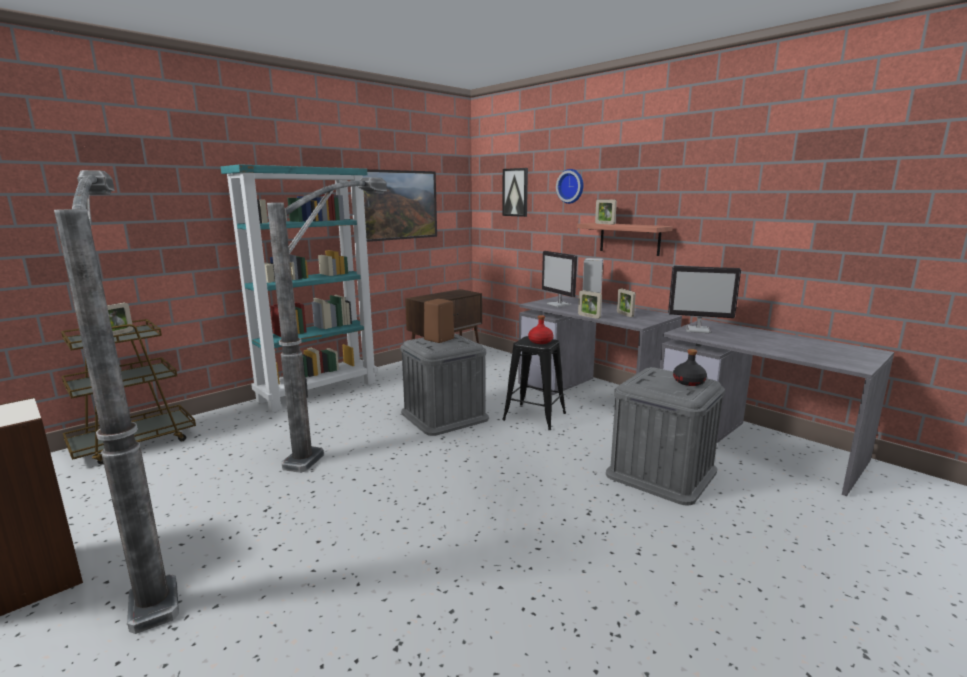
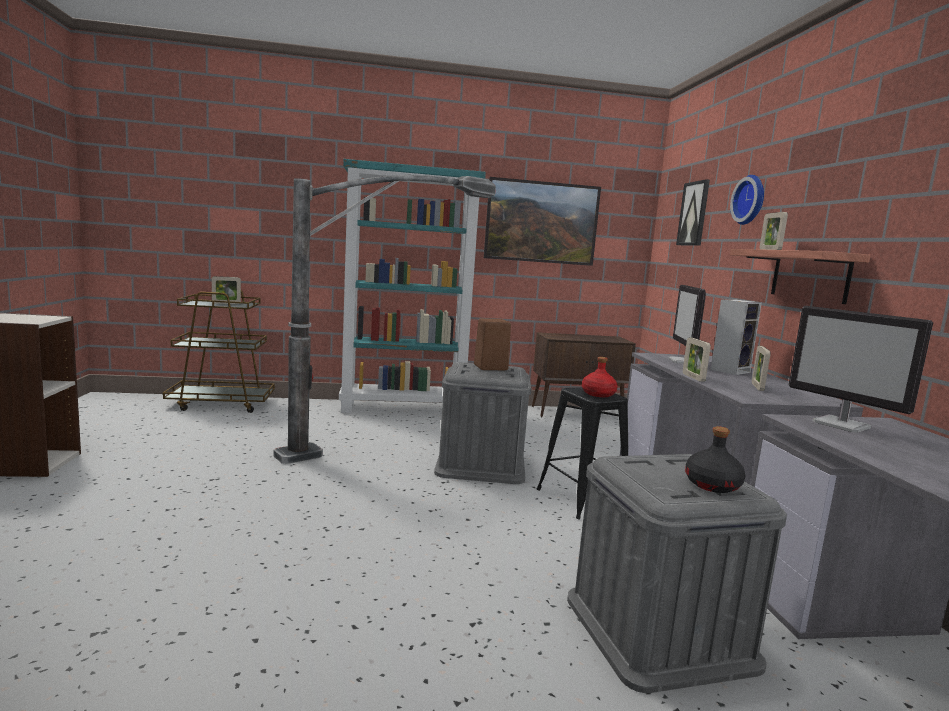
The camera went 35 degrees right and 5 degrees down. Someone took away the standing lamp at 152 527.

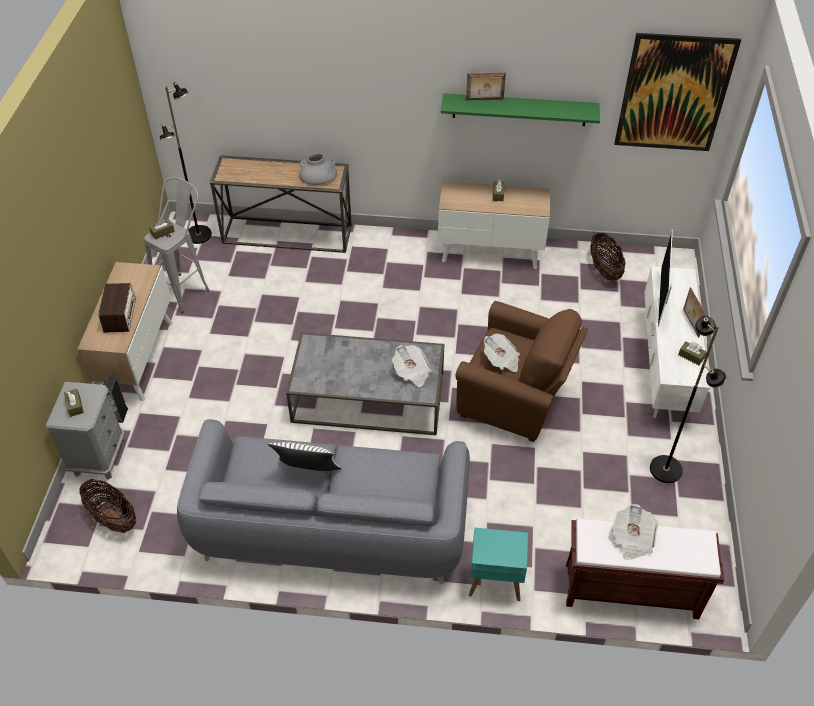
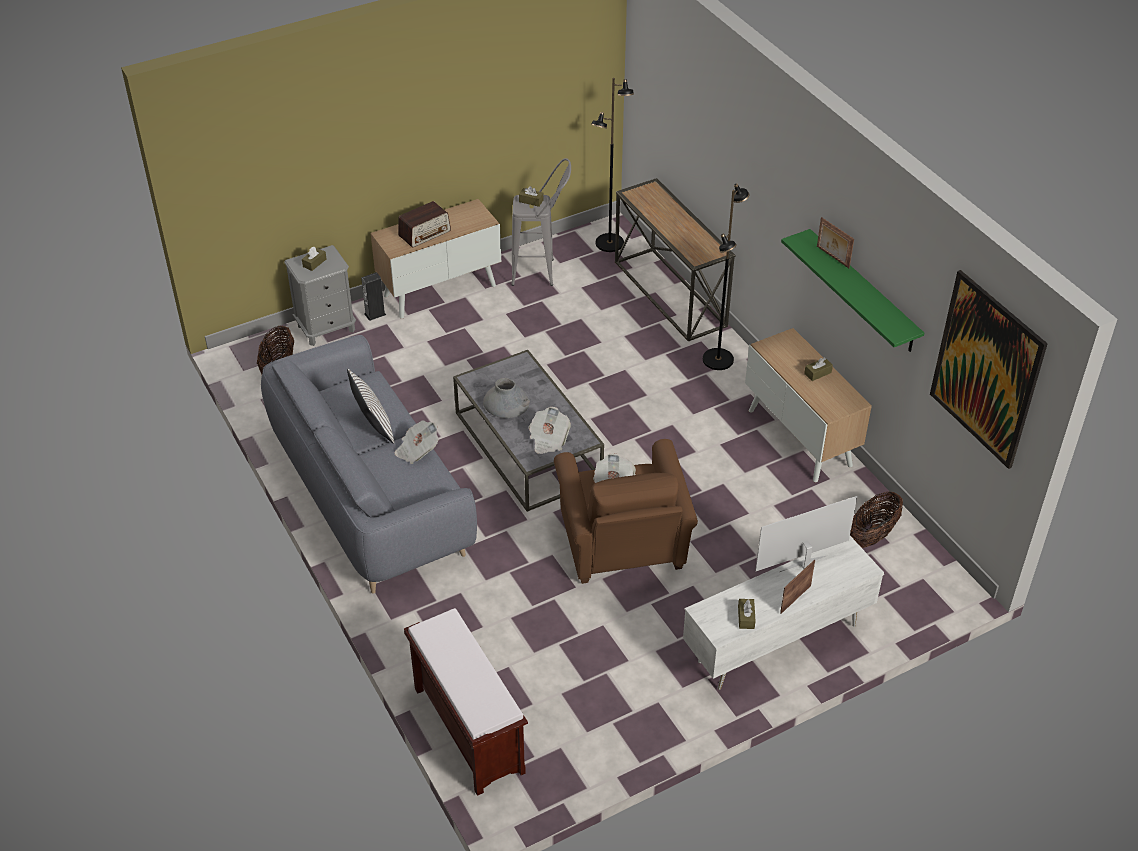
The camera went 55 degrees right and 5 degrees down. Someone took away the blue-green end table at 494 582. Someone carried the greyish decorative vase from 318 174 to 506 404. Someone carried the daily paper from 632 539 to 417 450. Someone carried the black-coloured standing lamp from 666 469 to 718 360.

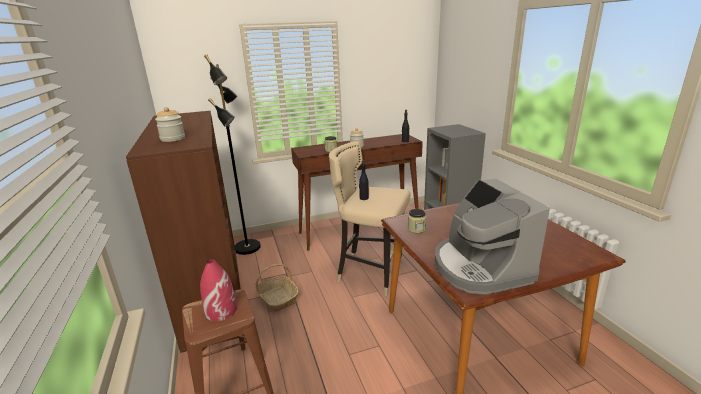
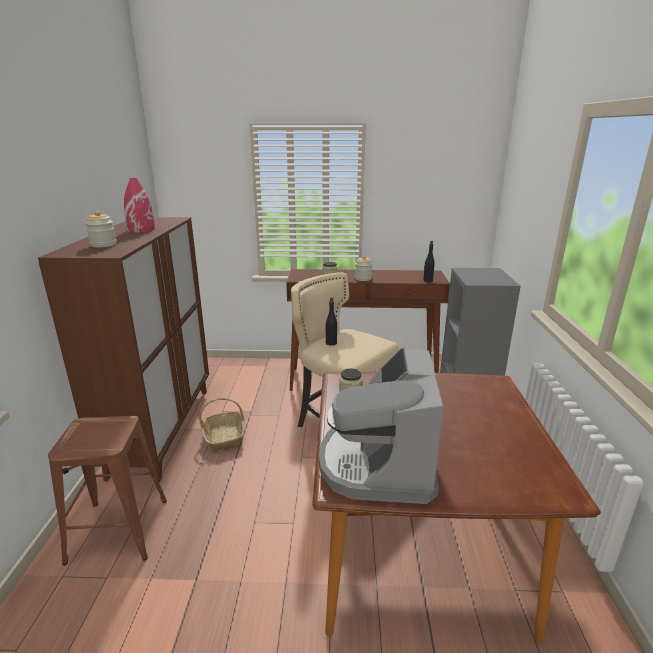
The camera went 20 degrees right and 0 degrees up. Someone took away the black-coloured standing lamp at 248 247. Someone carried the reddish decorative vase from 221 311 to 141 230.

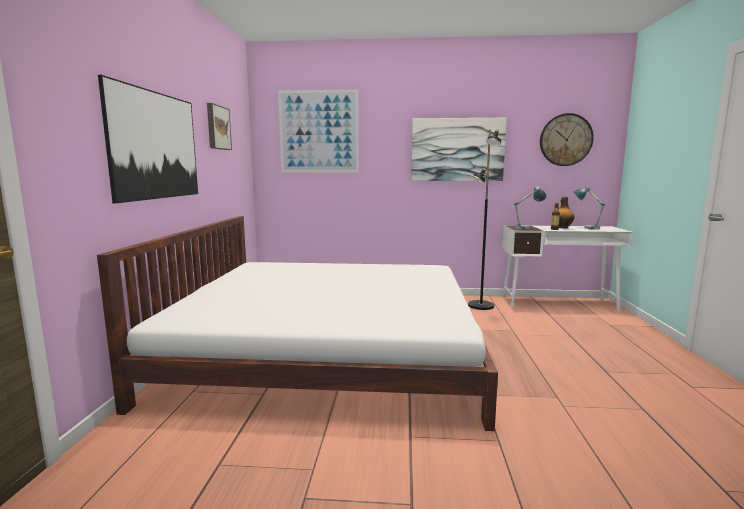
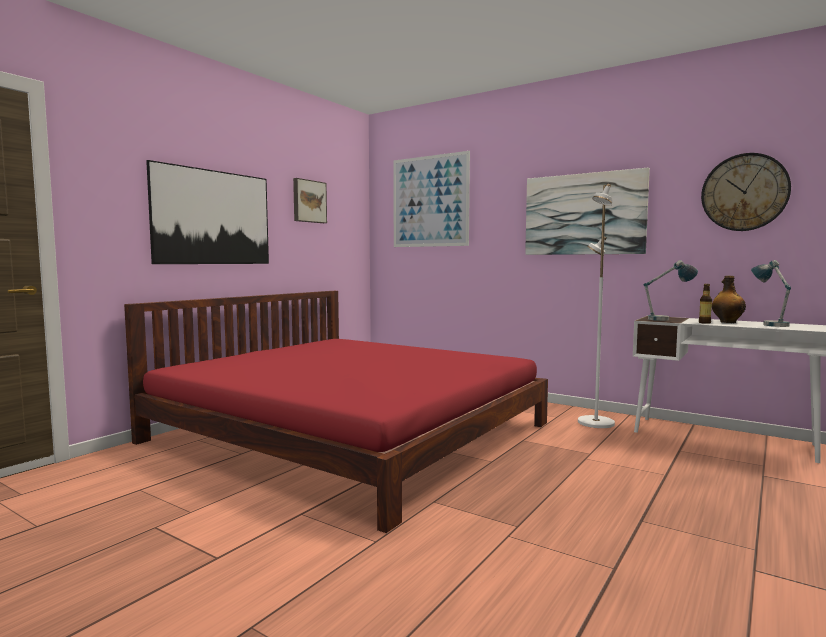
The camera went 30 degrees right and 5 degrees down. Someone repainted the white-coloured bed at 329 349, which became the reddish bed at 350 432. Someone repainted the black-coloured standing lamp at 480 306, which became the white-coloured standing lamp at 595 423.

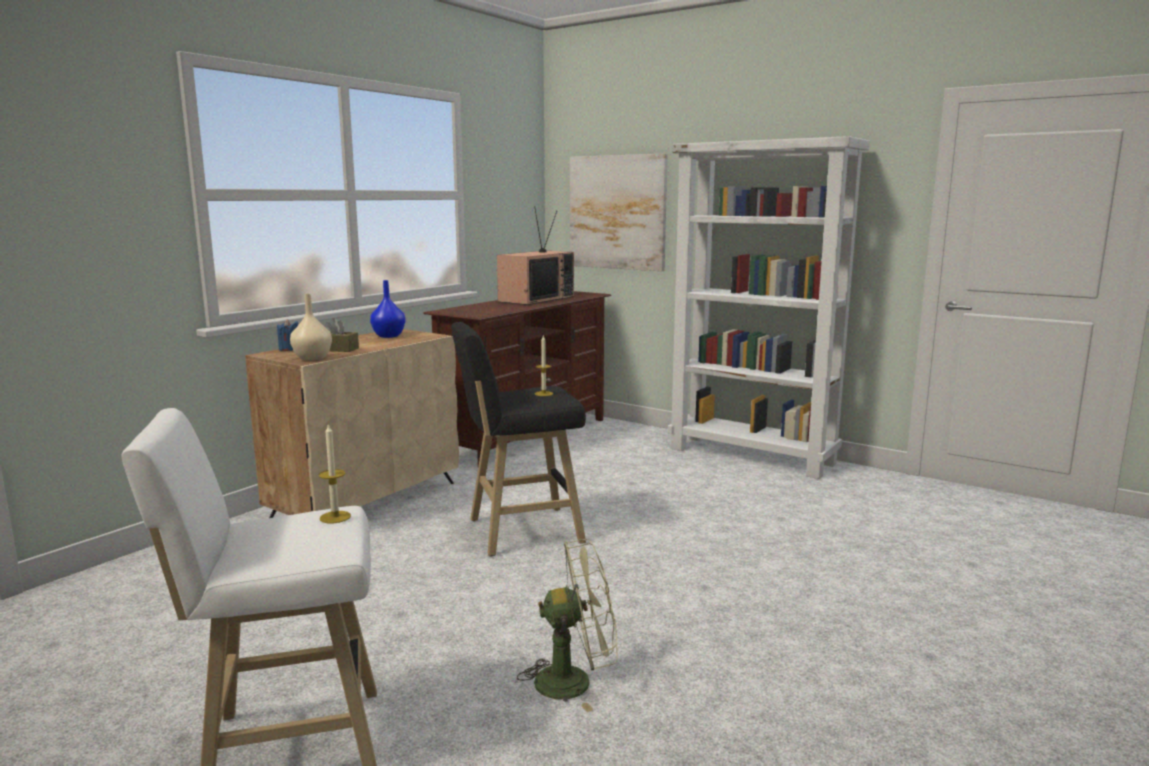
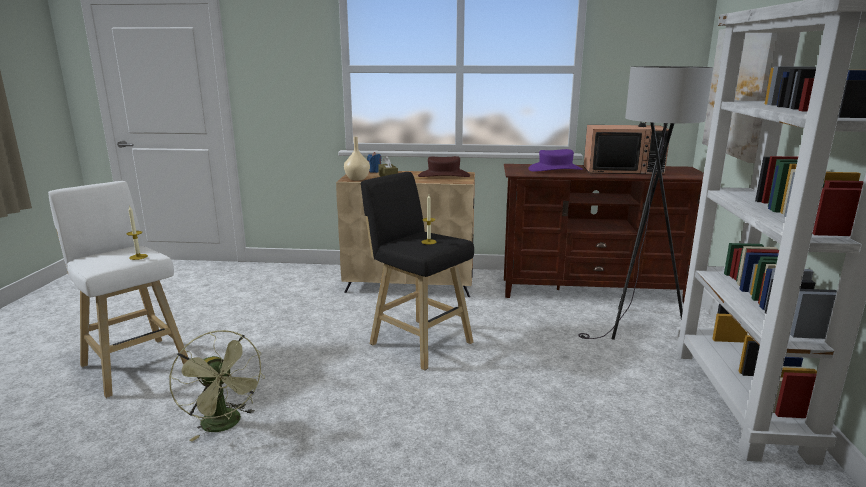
The camera went 60 degrees right and 5 degrees up. Someone put down the purple wearable hat at 555 169. Someone put down the greyish standing lamp at 635 328. Someone swapped the blue decorative vase at 388 336 for the brownish wearable hat at 444 176.

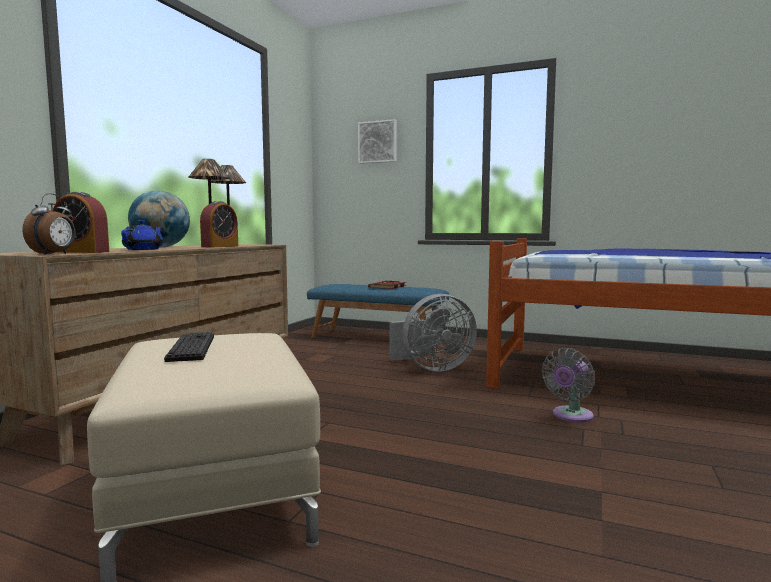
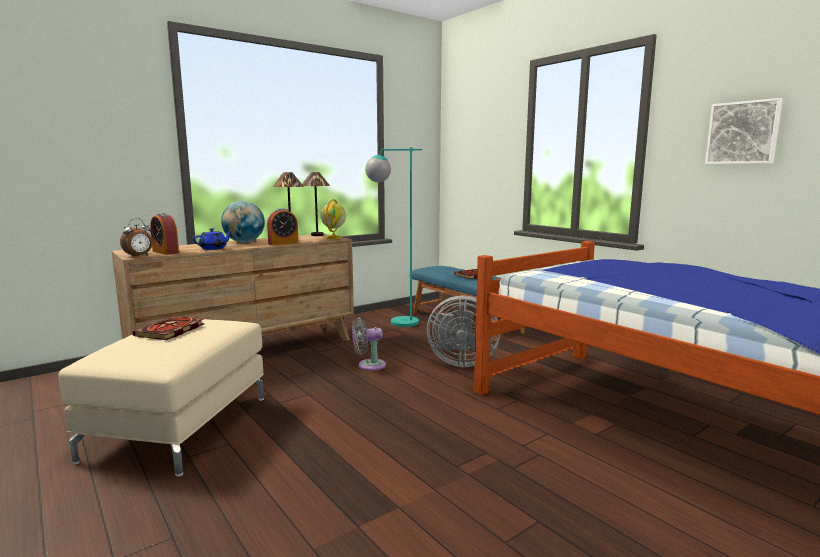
The camera went 30 degrees right and 5 degrees up. Someone put down the desk globe at 333 238. Someone put down the blue-green standing lamp at 394 322. Someone carried the wall art from 378 142 to 743 133. Someone carried the greyish electric fan from 570 416 to 368 365. Someone swapped the computer keyboard at 191 348 for the bound book at 170 331.

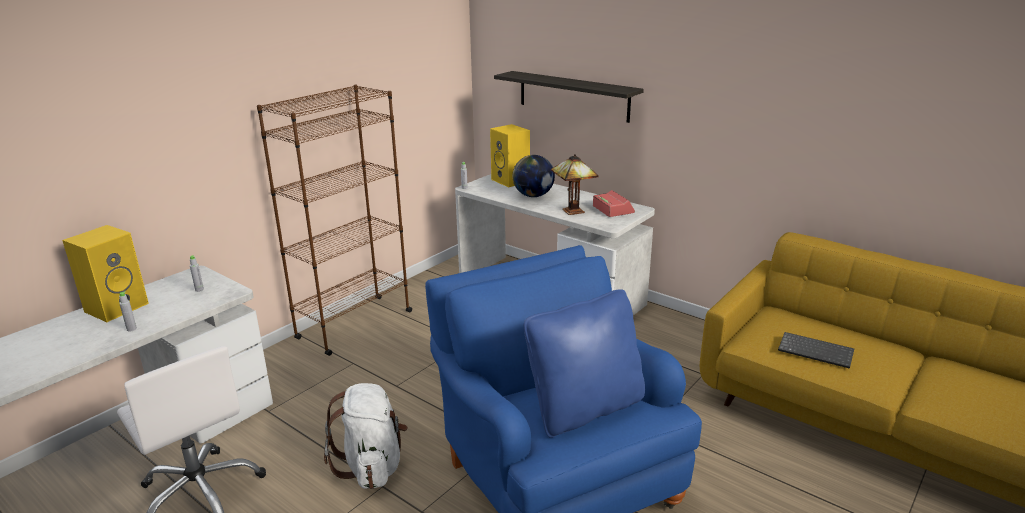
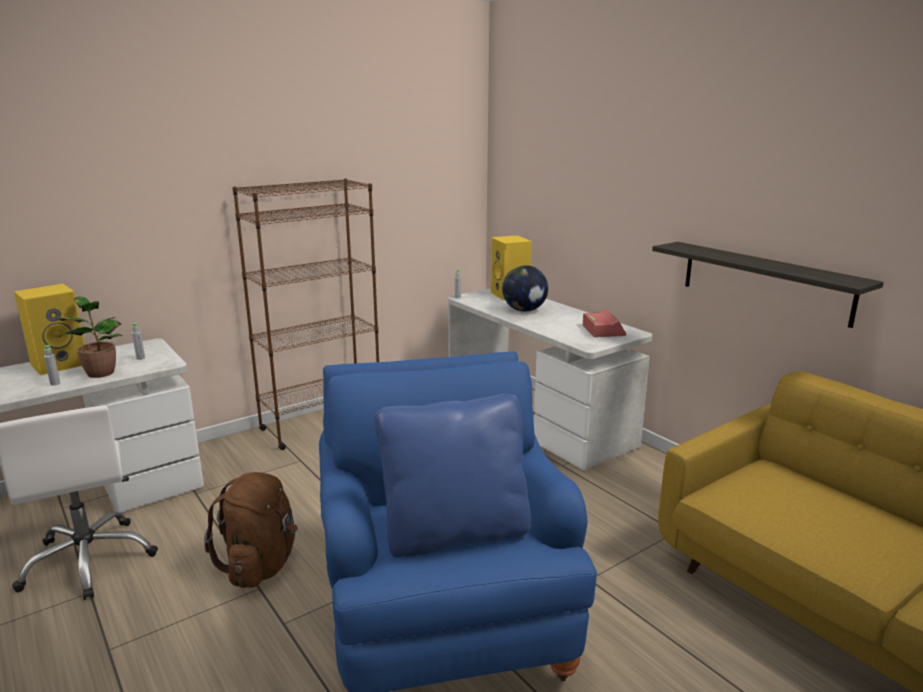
The camera went 15 degrees right and 5 degrees down. Someone took away the tabletop lamp at 571 211. Someone took away the computer keyboard at 816 351. Someone put down the potted plant at 100 372. Someone carried the wall shelf from 573 96 to 764 282. Someone repainted the white-coloured backpack at 372 466, which became the brownish backpack at 261 565.

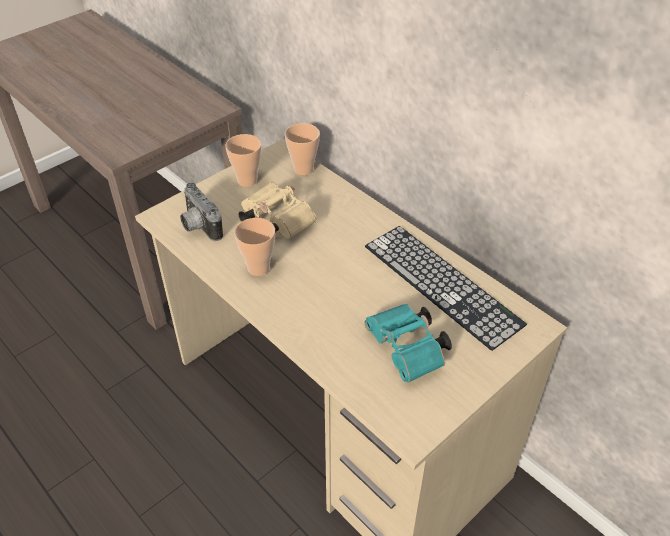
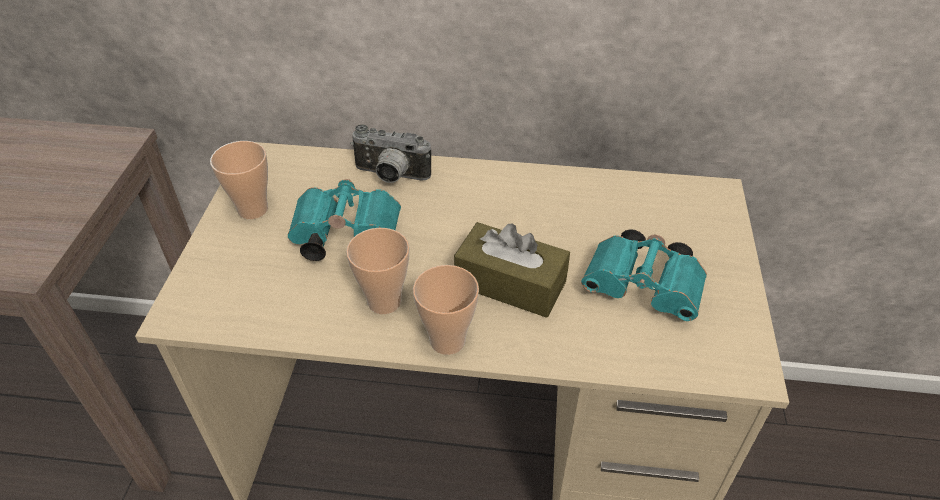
The camera went 40 degrees left and 0 degrees up. Someone took away the computer keyboard at 441 284. Someone put down the brownish tissue holder at 510 283. Someone carried the photo camera from 198 227 to 390 176. Someone carried the drinking cup from 303 169 to 447 341. Someone repainted the beige-coloured binoculars at 274 222, which became the blue-green binoculars at 343 238.

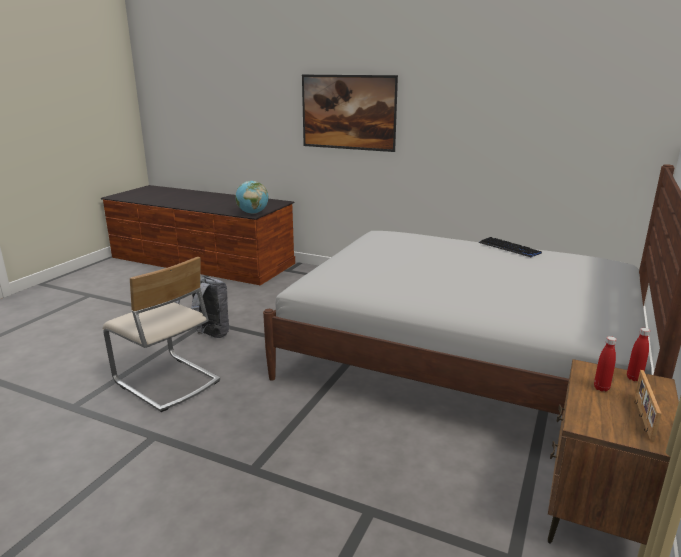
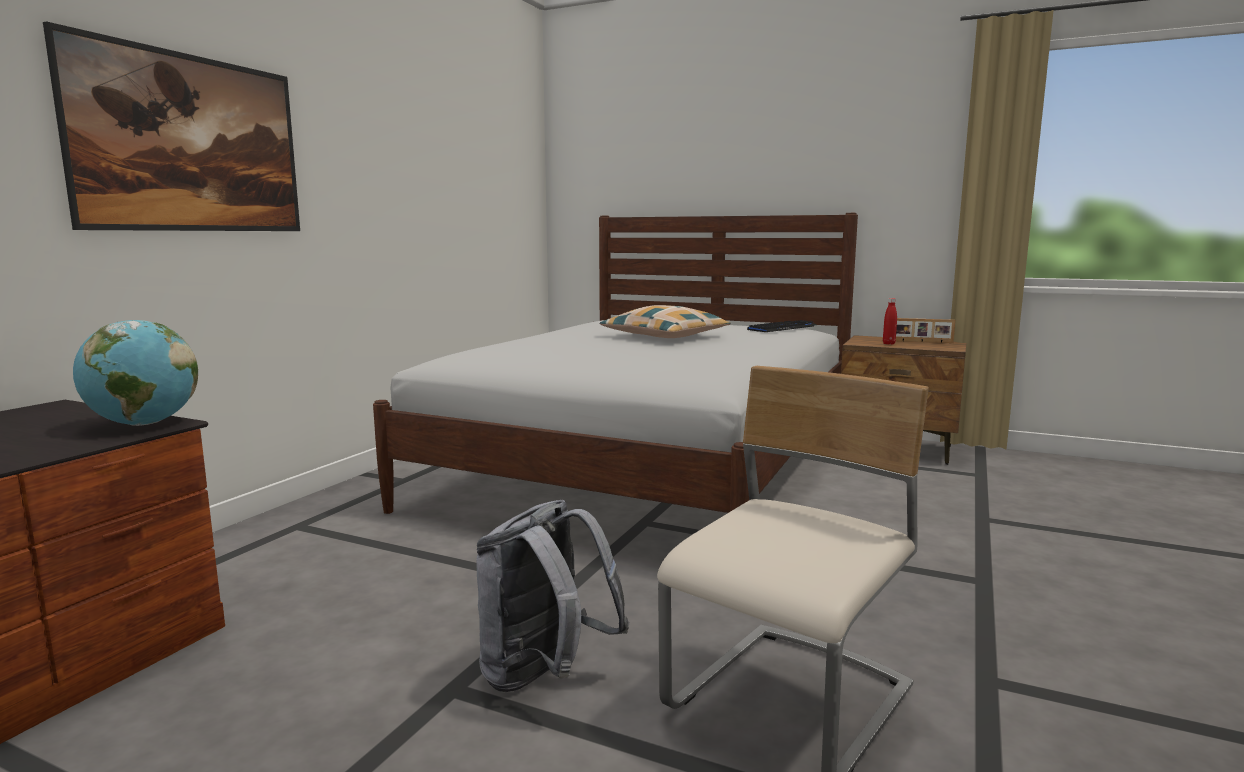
The camera went 90 degrees left and 10 degrees down. Someone took away the reddish bottle at 634 378. Someone put down the throw pillow at 665 336. Someone carried the computer keyboard from 509 248 to 782 328.

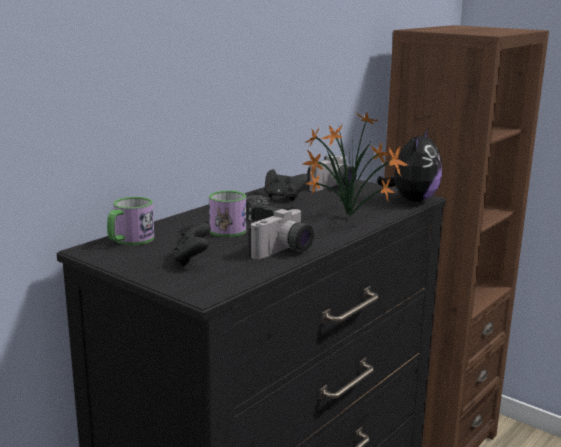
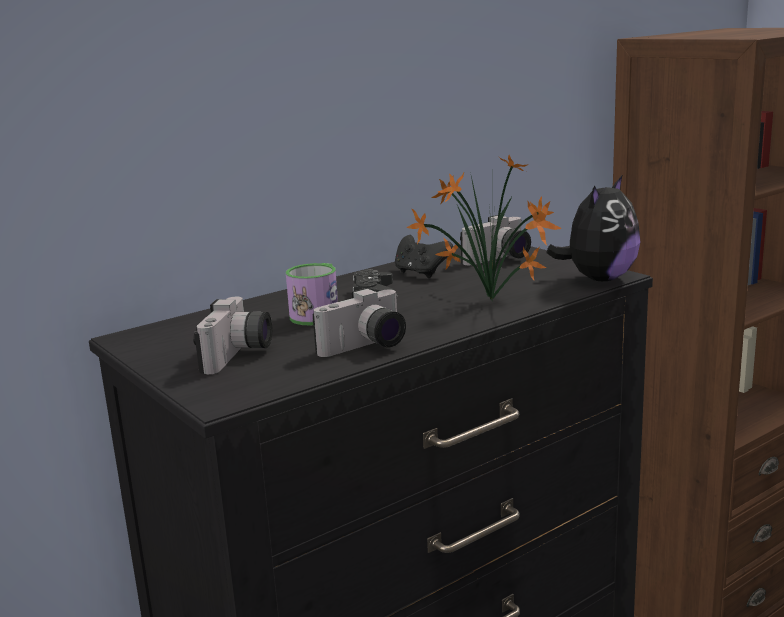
The camera went 15 degrees right and 0 degrees up. Someone took away the tea mug at 129 240. Someone swapped the black-coloured gamepad at 192 260 for the photo camera at 239 355.

